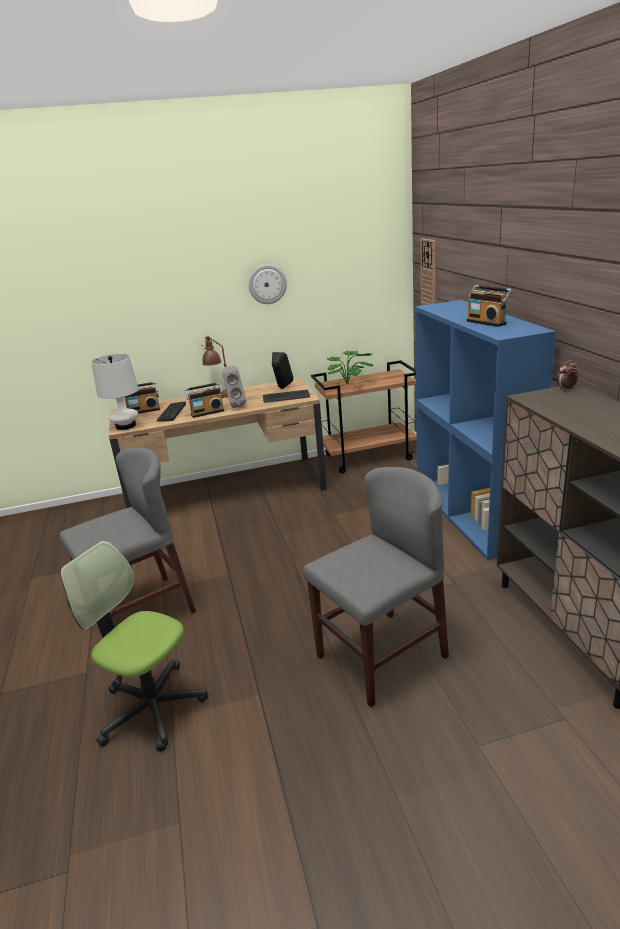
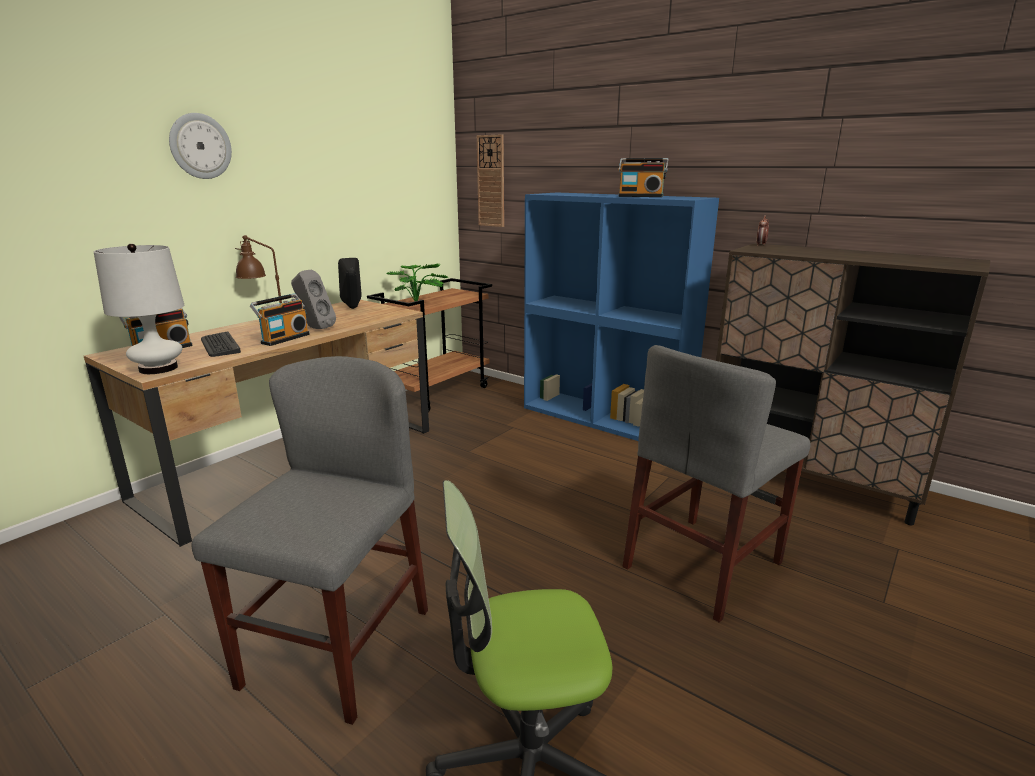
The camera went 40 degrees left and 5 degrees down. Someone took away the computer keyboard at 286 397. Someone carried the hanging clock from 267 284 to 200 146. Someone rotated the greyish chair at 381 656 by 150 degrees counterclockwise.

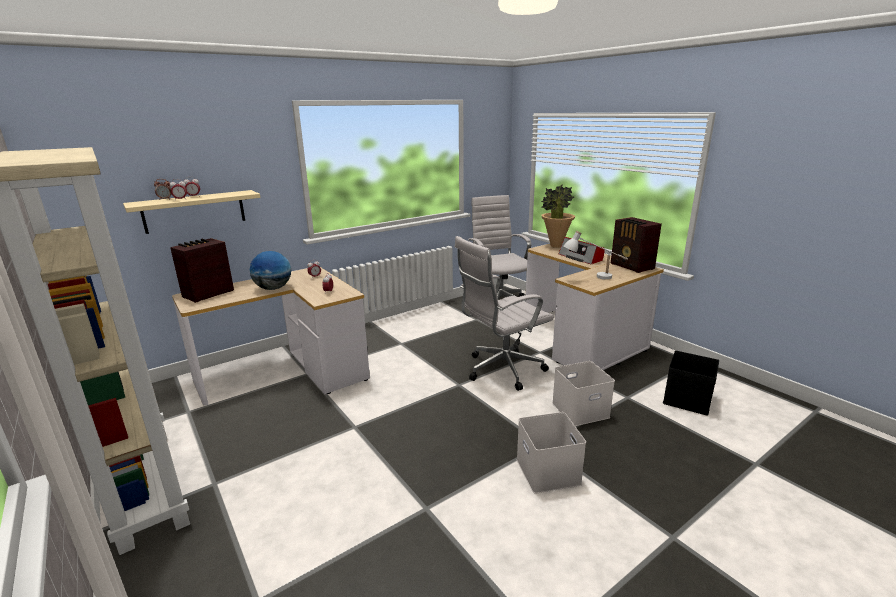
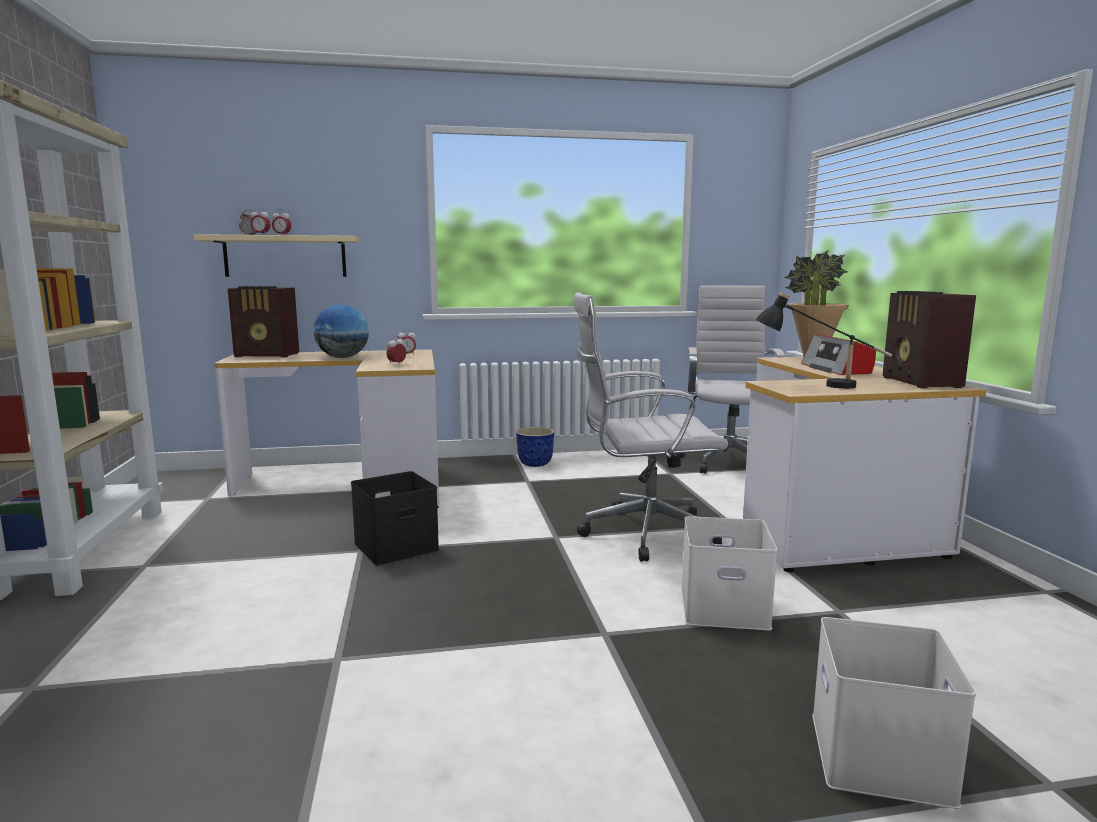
The camera went 25 degrees right and 10 degrees down. Someone put down the planter at 535 464. Someone carried the white-coloured storage bin from 546 471 to 876 754. Someone carried the black-coloured storage bin from 686 398 to 397 546. Someone repainted the white-coloured tabletop lamp at 593 278, which became the black-coloured tabletop lamp at 818 385. Someone rotated the radio set at 207 294 by 150 degrees counterclockwise.

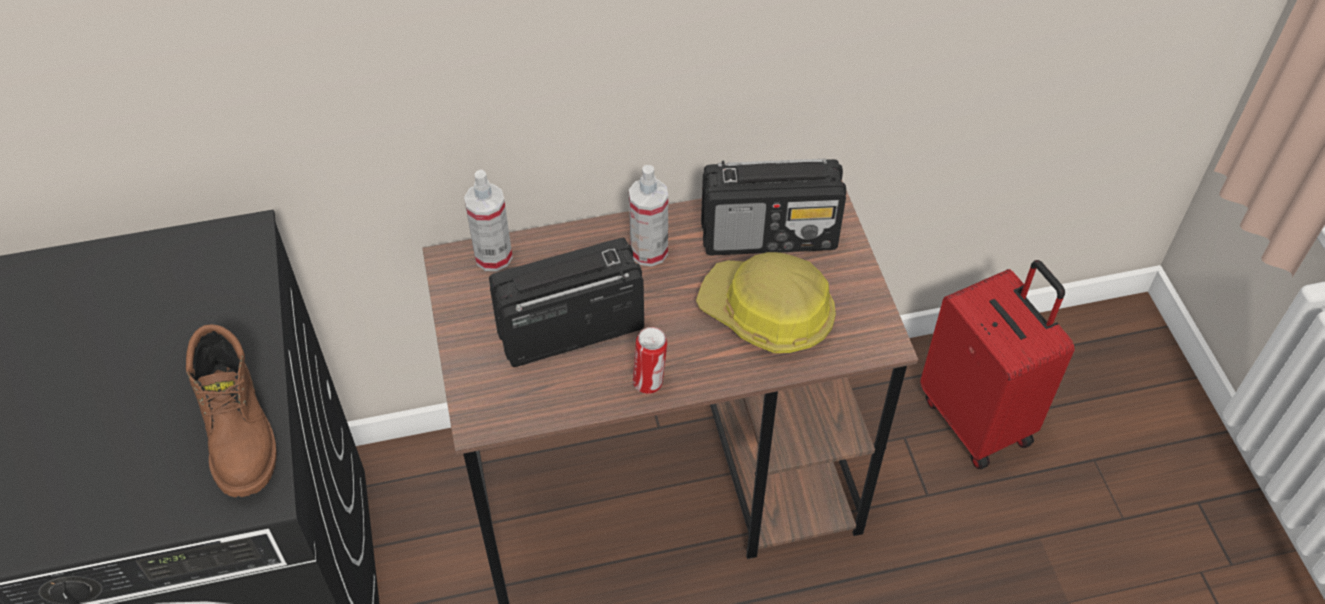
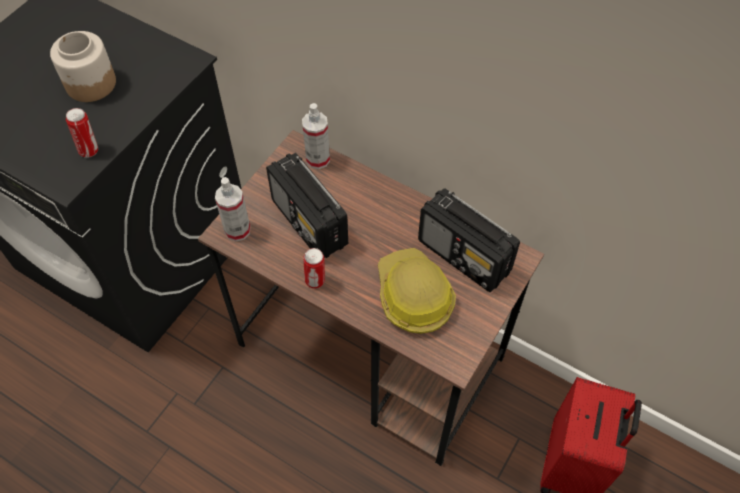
The camera went 45 degrees right and 5 degrees up. Someone put down the storage jar at 90 83. Someone carried the spray bottle from 649 251 to 237 230. Someone swapped the brownish high-top boot at 241 431 for the metal can at 90 150. Someone rotated the radio set at 569 330 by 150 degrees counterclockwise.

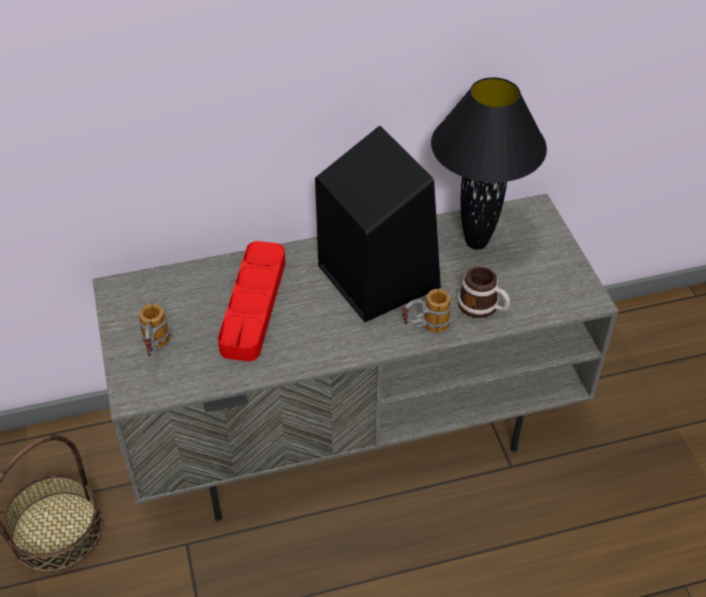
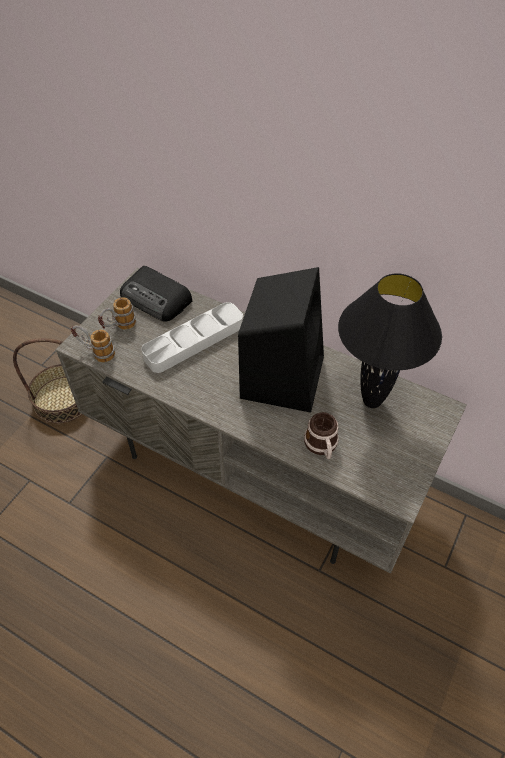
The camera went 45 degrees right and 5 degrees up. Someone put down the radio set at 157 299. Someone carried the tea mug from 425 327 to 95 352. Someone repainted the reddish carrying tray at 253 305, which became the greyish carrying tray at 194 341.

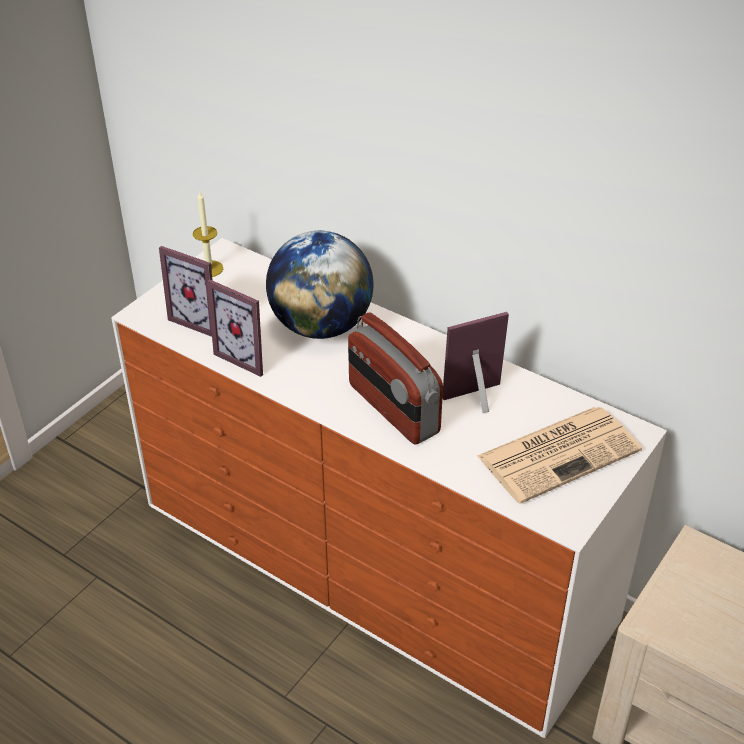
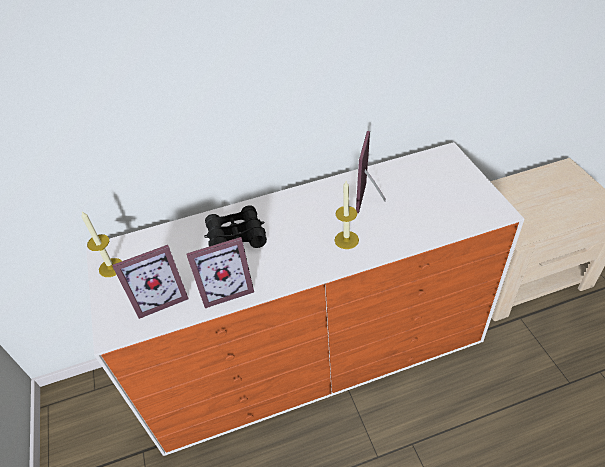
The camera went 50 degrees left and 5 degrees up. Someone took away the daily paper at 560 453. Someone swapped the desk globe at 321 326 for the black-coloured binoculars at 236 236. Someone swapped the radio set at 392 409 for the wax light at 346 240.

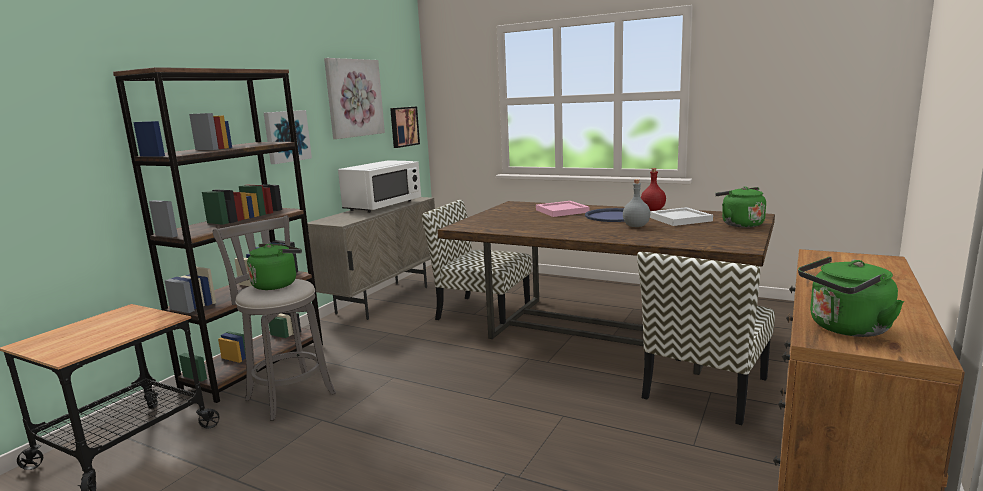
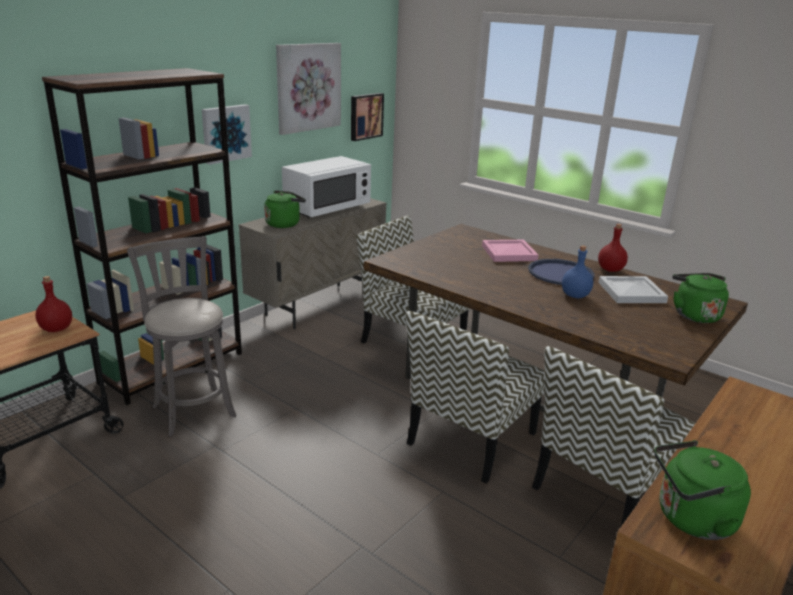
The camera went 10 degrees right and 10 degrees up. Someone put down the reddish bottle at 56 329. Someone put down the chair at 471 439. Someone carried the green water kettle from 277 284 to 284 224. Someone repainted the greyish bottle at 635 226, which became the blue bottle at 574 295.

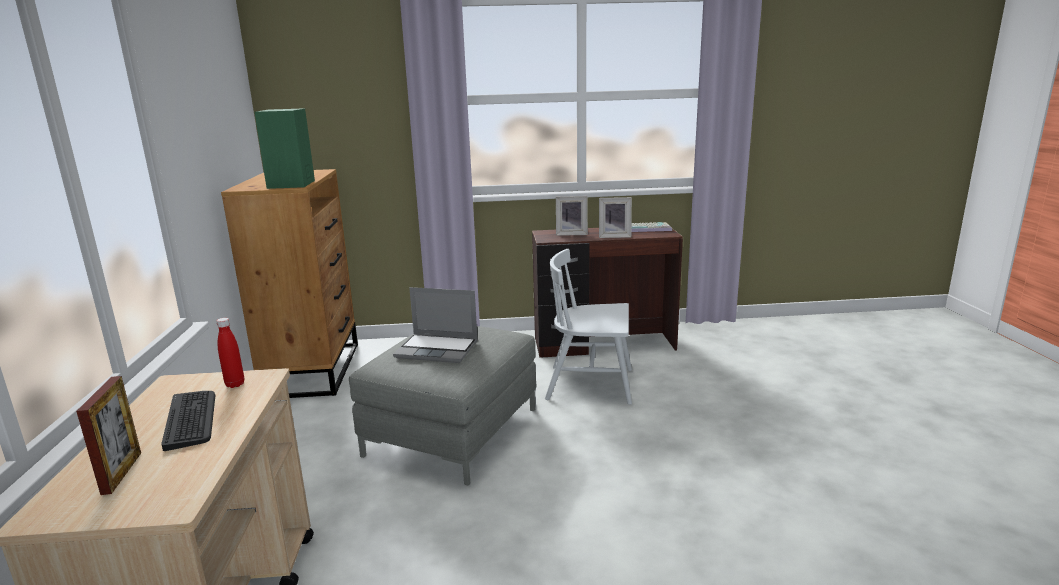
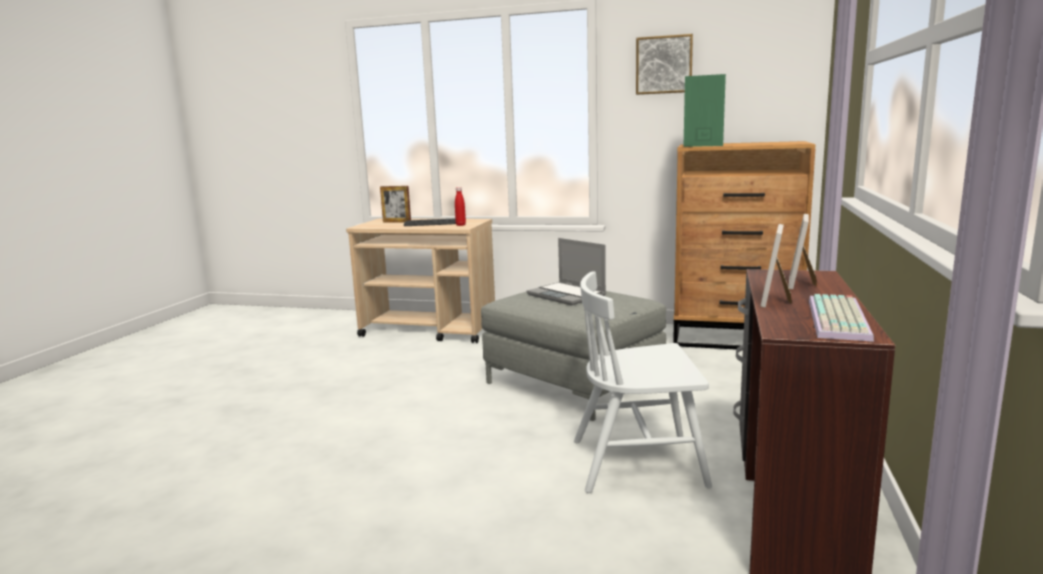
The camera went 110 degrees right and 5 degrees down. Someone put up the wall art at 664 65. Someone rotated the laptop at 438 349 by 75 degrees counterclockwise. Someone rotated the white-coloured chair at 591 384 by 120 degrees counterclockwise.

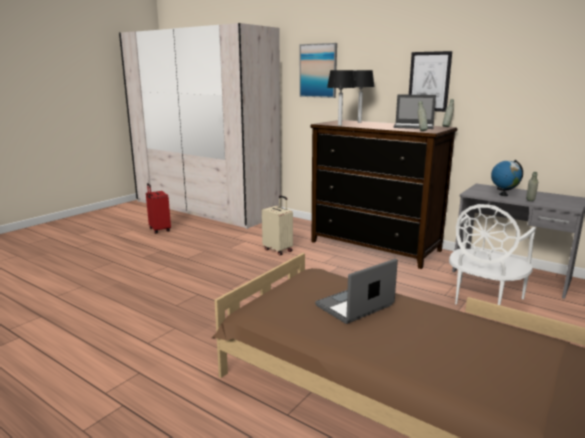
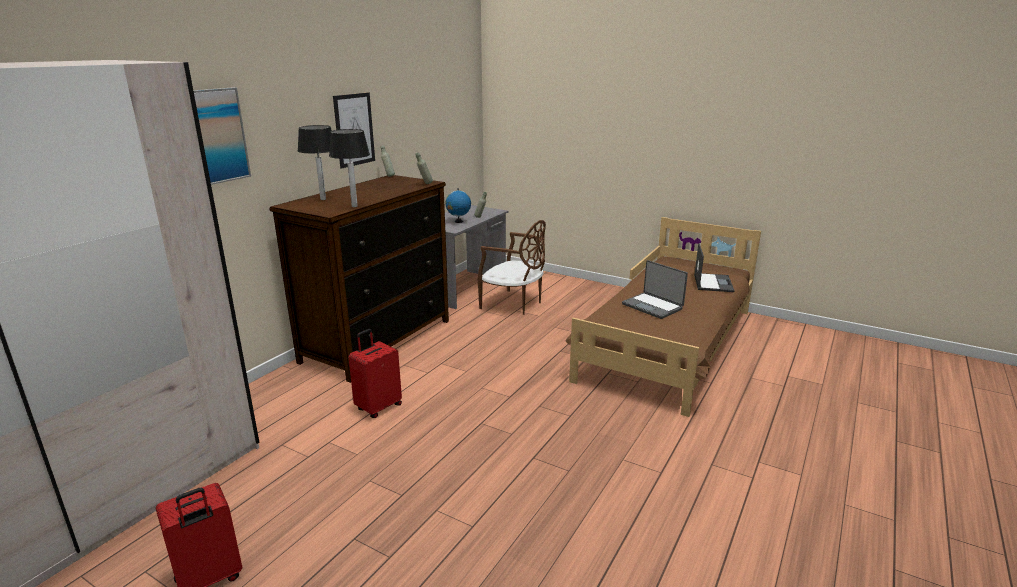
The camera went 95 degrees left and 5 degrees up. Someone carried the laptop from 414 126 to 713 283. Someone repainted the beige-coloured suitcase at 278 250, which became the reddish suitcase at 378 407. Someone repainted the white-coloured chair at 482 300, which became the brownish chair at 513 304.

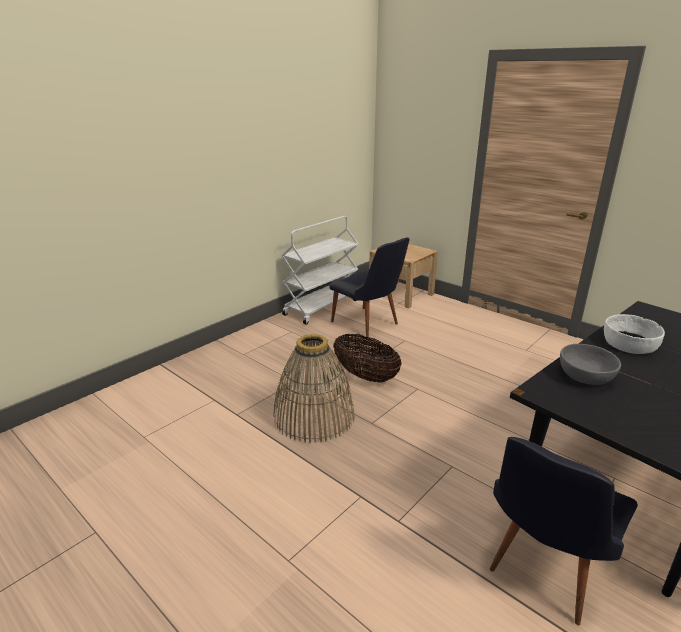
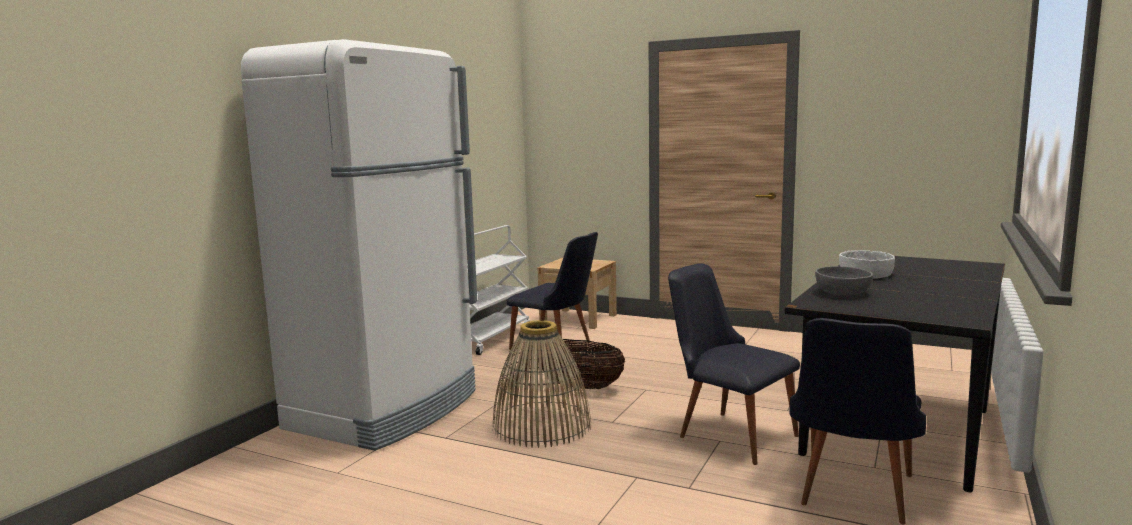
The camera went 15 degrees left and 15 degrees down. Someone put down the white-coloured fridge at 386 410. Someone put down the black-coloured chair at 728 433.

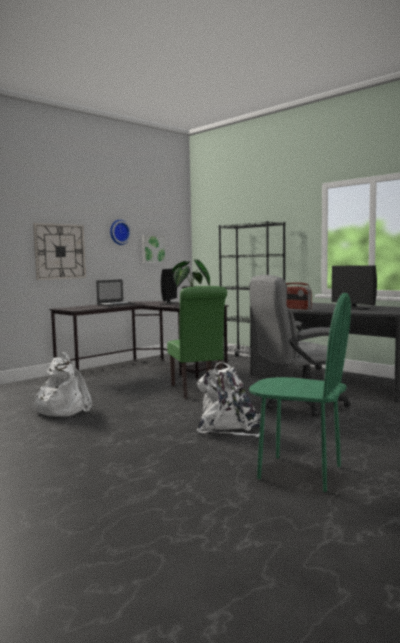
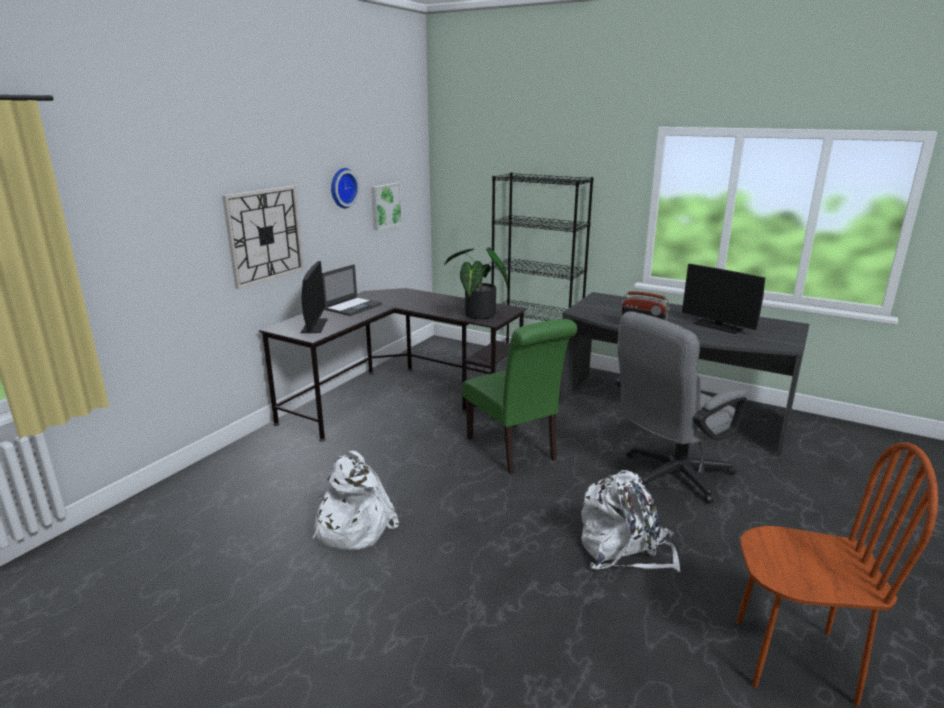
The camera went 15 degrees left and 15 degrees up. Someone carried the computer display from 168 303 to 314 326. Someone repainted the green chair at 299 472, which became the brownish chair at 793 659.

